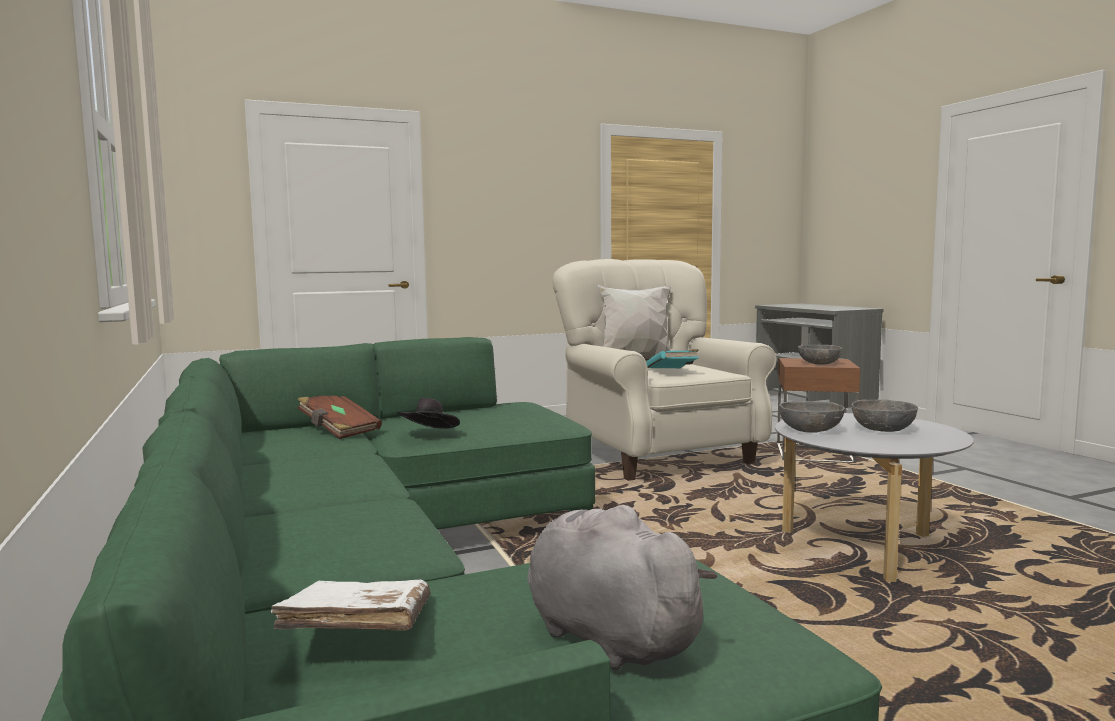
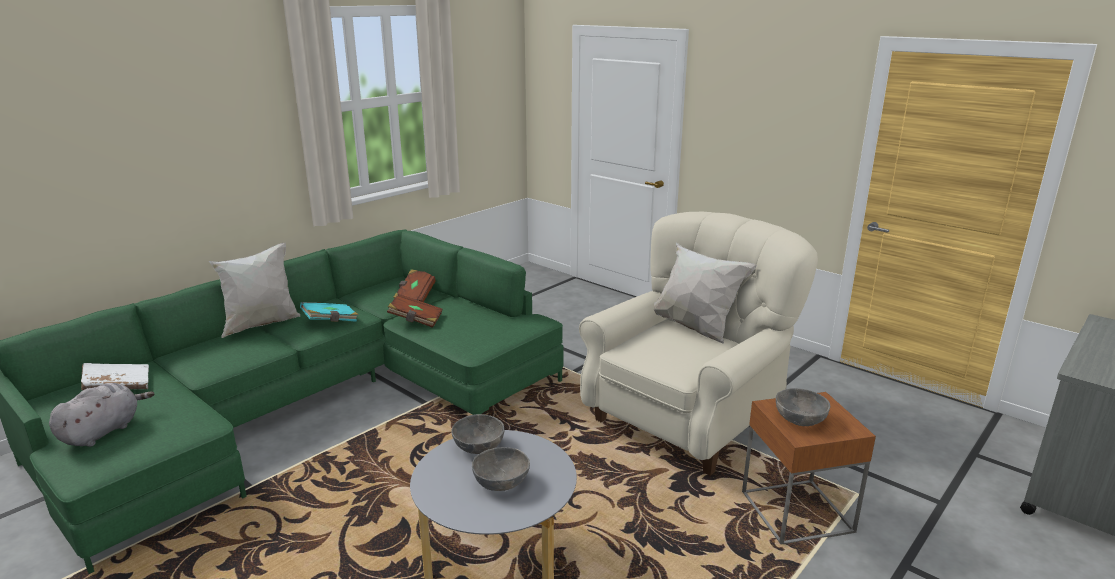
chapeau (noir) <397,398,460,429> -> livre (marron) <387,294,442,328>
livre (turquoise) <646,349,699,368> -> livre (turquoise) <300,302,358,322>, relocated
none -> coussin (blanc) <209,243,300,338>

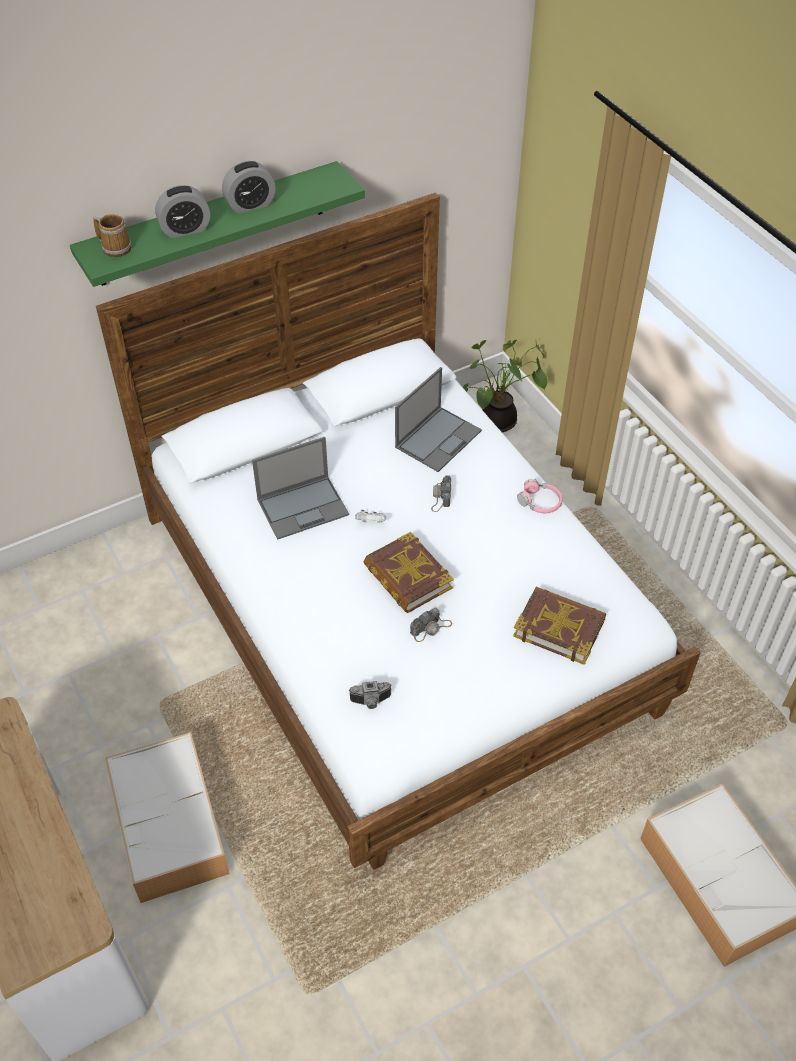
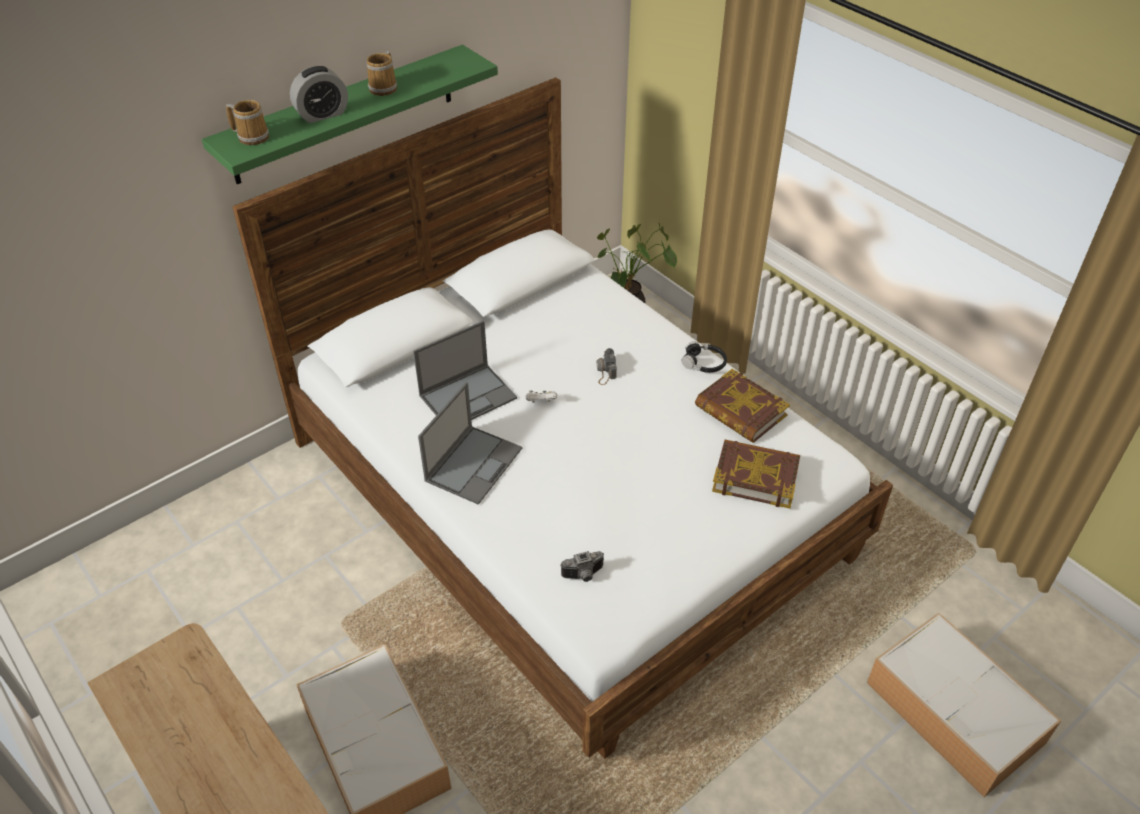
réveil <222,161,276,214> -> mug <366,51,397,96>
livre <363,532,454,613> -> livre <695,369,790,443>, relocated
ordinateur portable <395,367,482,472> -> ordinateur portable <418,382,522,505>, relocated
appareil photo <410,608,452,642> -> none
casque audio (rose) <517,479,563,513> -> casque audio (noir) <681,342,727,373>

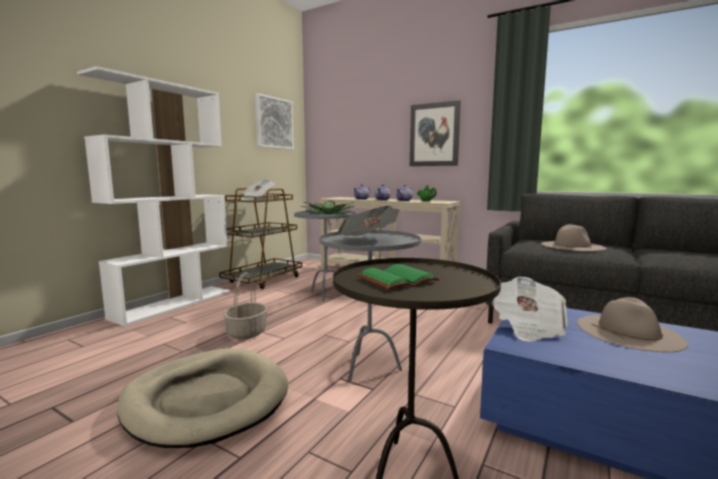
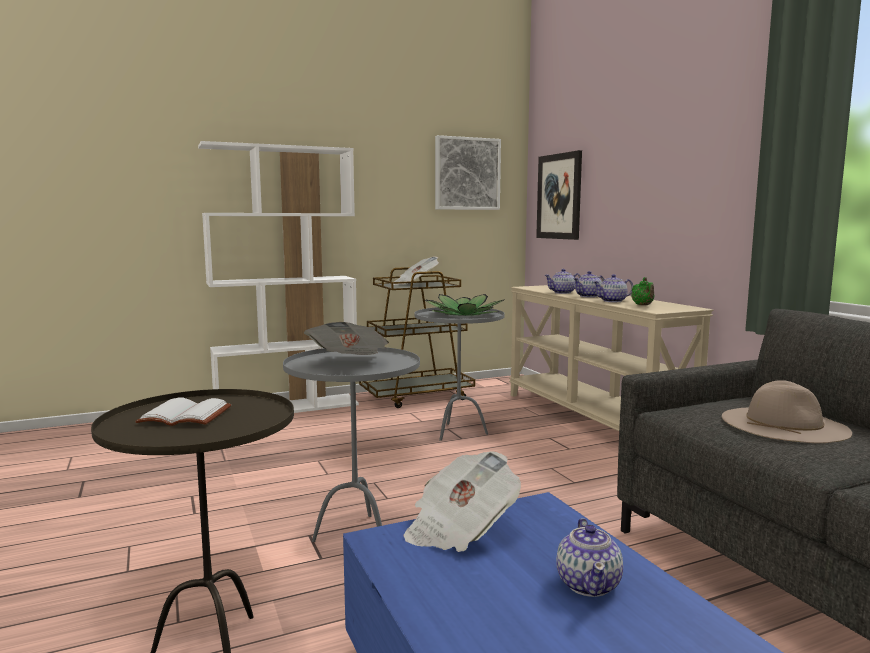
panier pour chien (beige) <117,348,288,448> -> none
panier <223,272,268,339> -> none
livre (vert) <357,264,439,290> -> livre (blanc) <135,398,231,426>
tableau <410,100,461,166> -> tableau <536,150,582,240>, relocated
chapeau (beige) <577,297,688,352> -> théière <556,518,623,597>

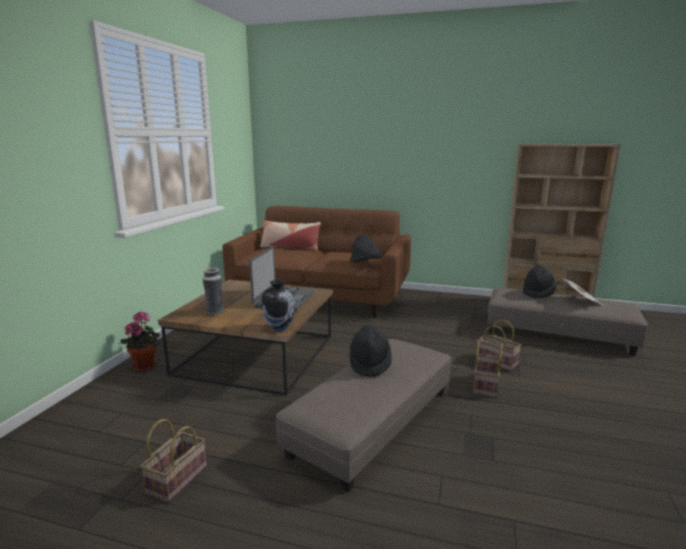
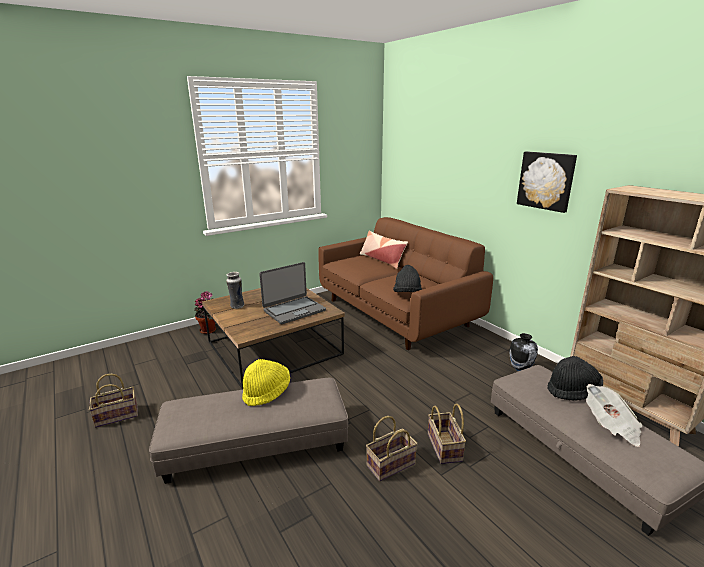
vase <262,280,296,331> -> vase <509,333,538,371>, relocated
chapeau (noir) <350,325,392,377> -> chapeau (jaune) <242,359,290,406>
none -> tableau <517,151,577,213>

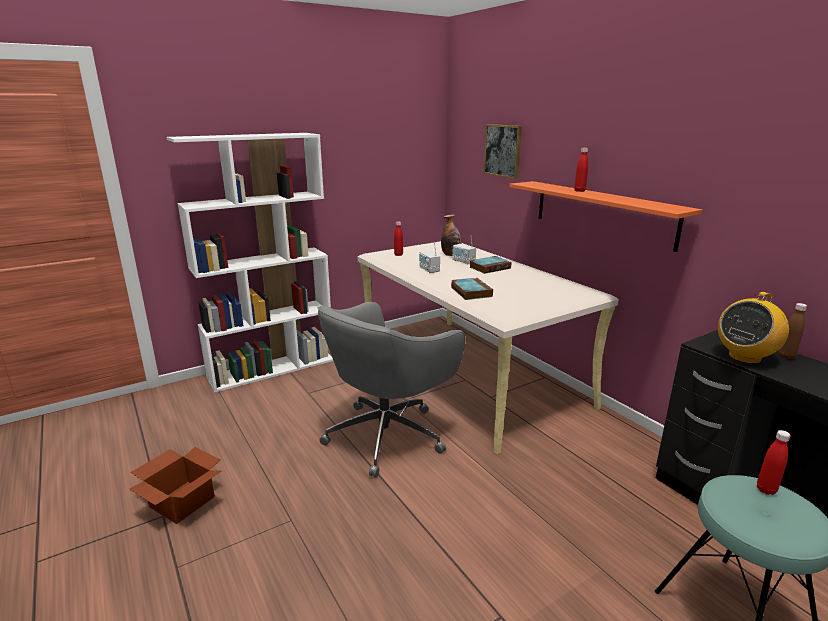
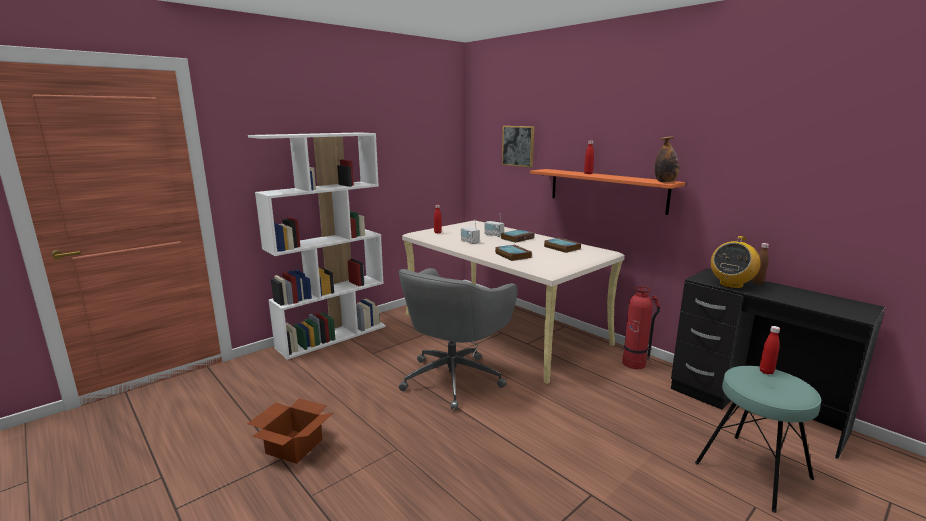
bouteille <441,214,462,256> -> bouteille <655,136,679,183>, relocated
none -> livre <544,238,581,253>
none -> extincteur <622,286,660,369>

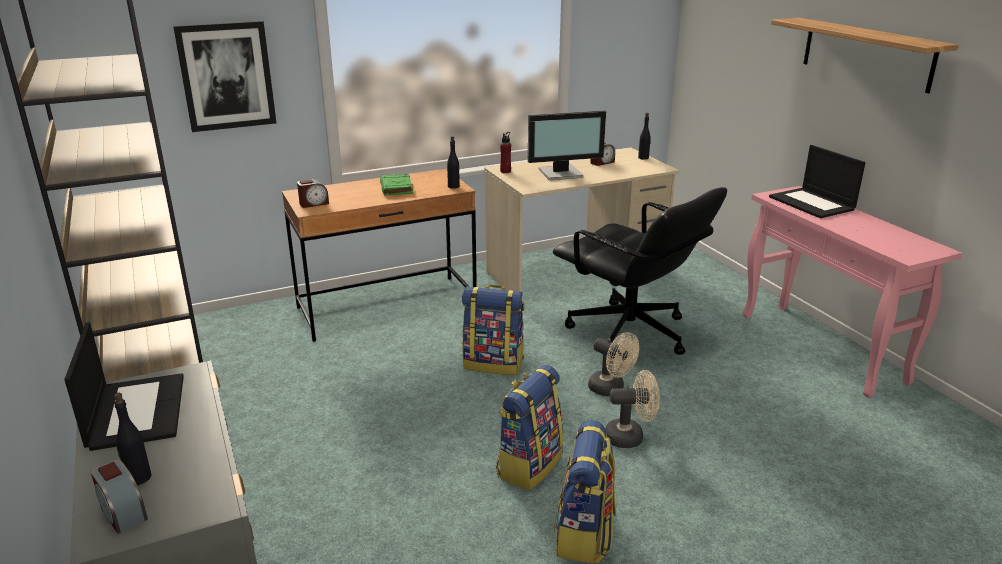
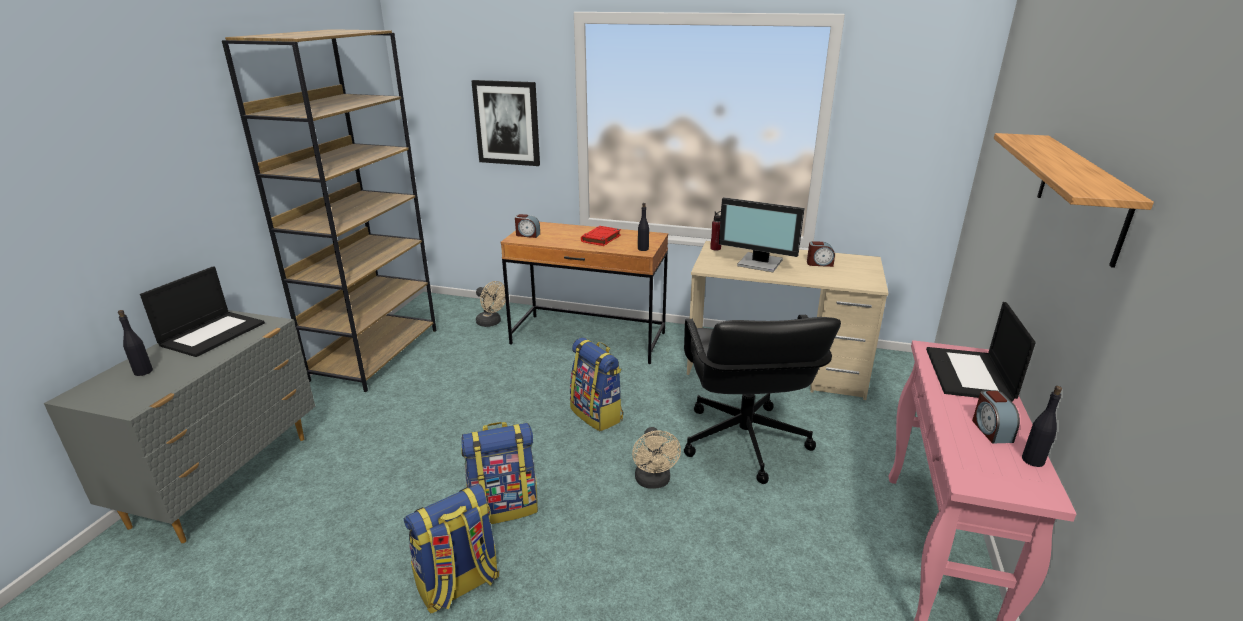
réveil <91,460,148,534> -> réveil <972,390,1020,443>, relocated
livre (vert) <380,174,413,195> -> livre (rouge) <581,226,621,246>
ventilateur (beige) <605,370,660,448> -> ventilateur (beige) <476,281,506,327>, relocated
bouteille (noir) <638,113,651,160> -> bouteille (noir) <1022,386,1062,467>, relocated

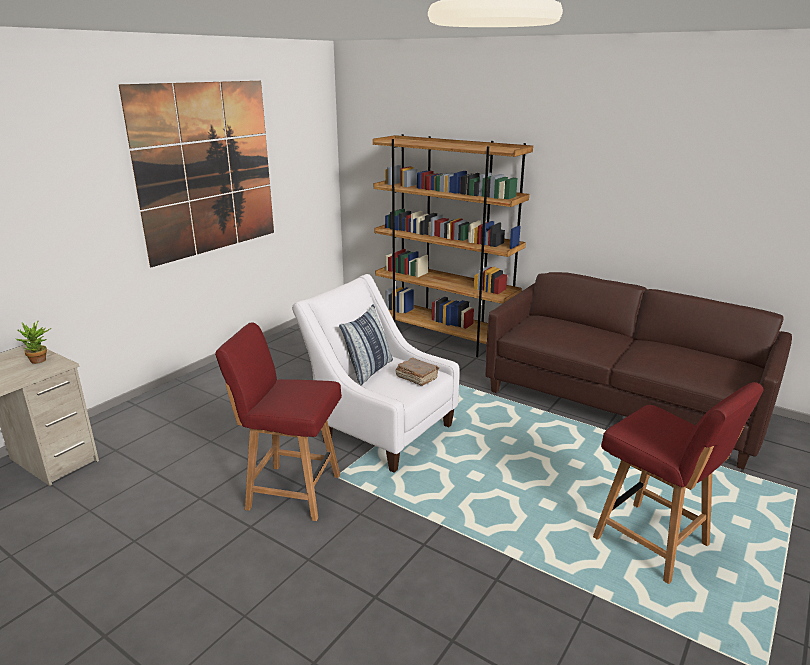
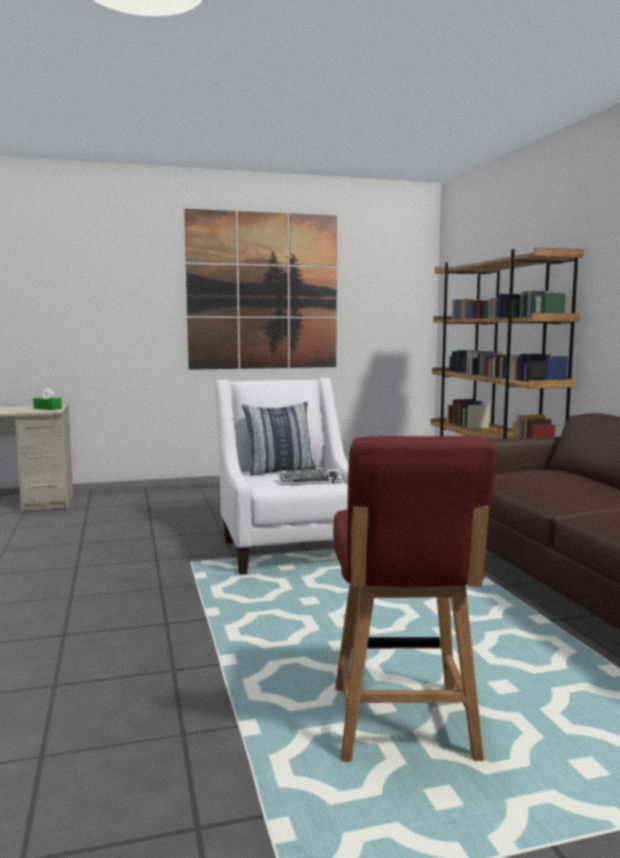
plante en pot <16,320,52,364> -> boîte à mouchoirs (vert) <33,388,62,410>
chaise (rouge) <215,322,342,521> -> none
livre (marron) <396,358,439,386> -> clavier <278,469,342,485>

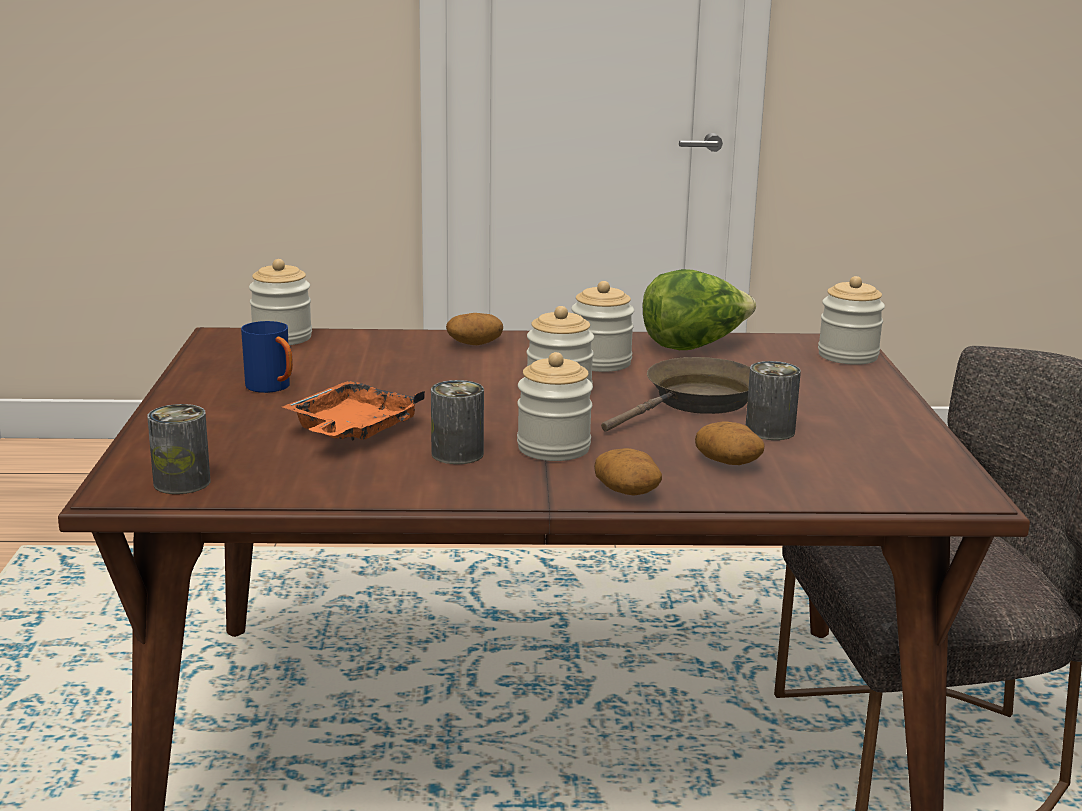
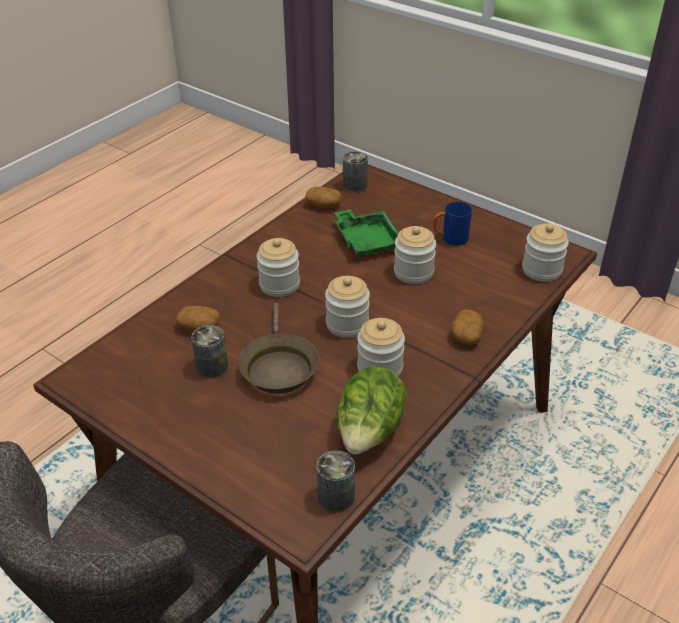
plateau (orange) <283,380,425,441> -> plateau (vert) <334,209,399,257>
boîte métallique <431,380,484,464> -> boîte métallique <317,451,355,513>, relocated
pomme de terre <594,448,662,496> -> pomme de terre <305,187,342,208>, relocated
bocal <818,276,885,365> -> bocal <394,226,436,284>, relocated

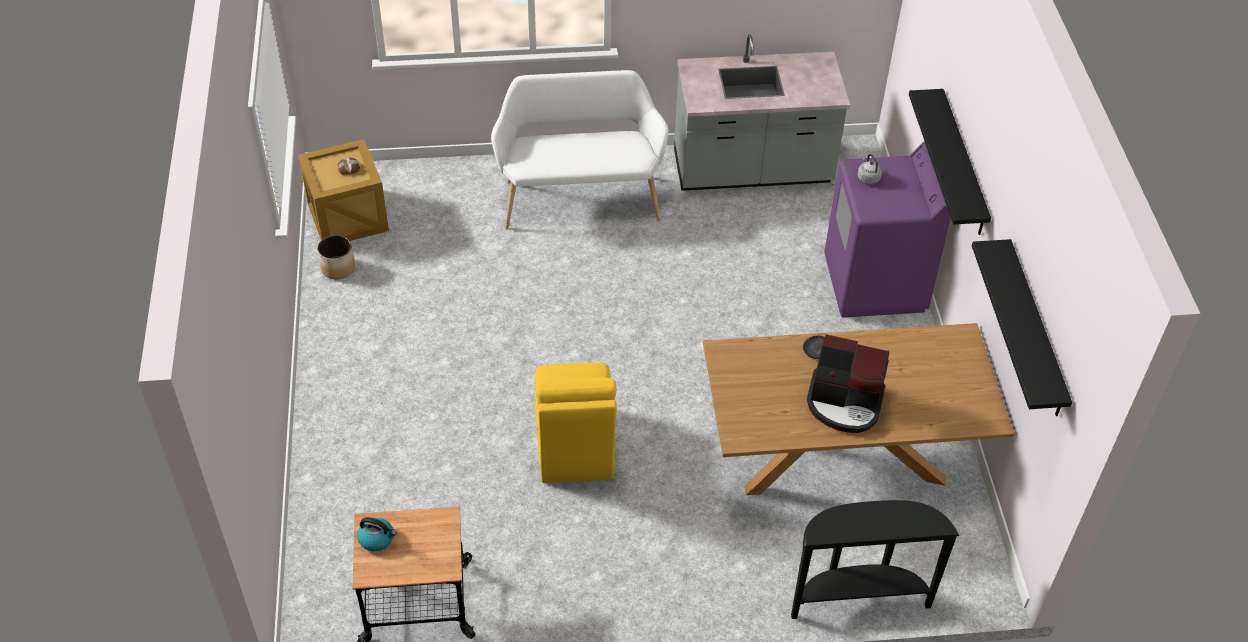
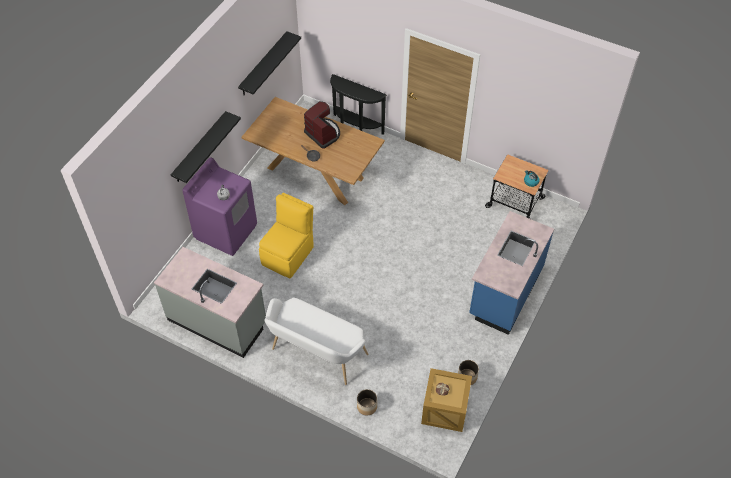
chaise (jaune) <535,362,617,483> -> chaise (jaune) <259,193,313,278>, relocated
none -> cache-pot <357,389,377,415>
none -> comptoir de cuisine (bleu) <469,211,554,335>

